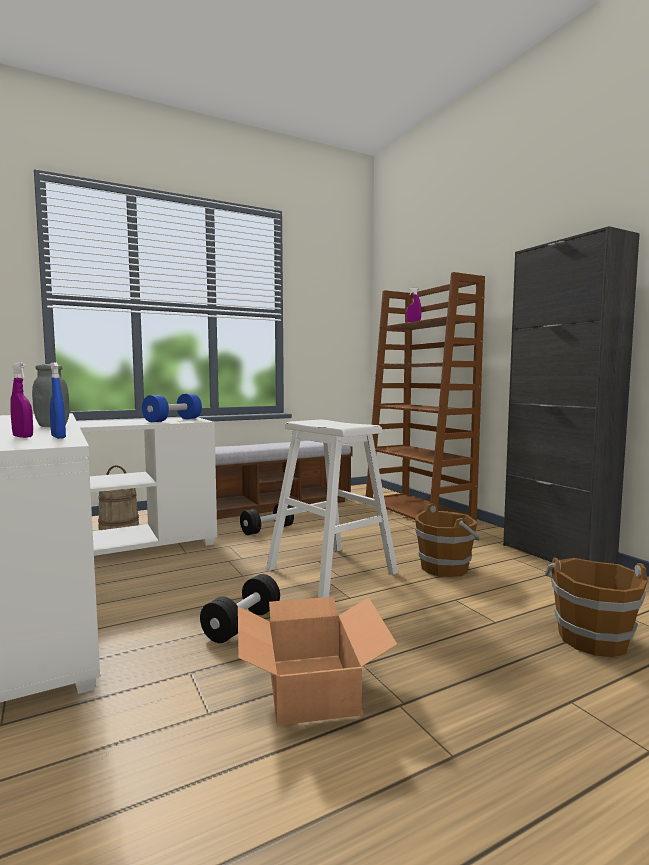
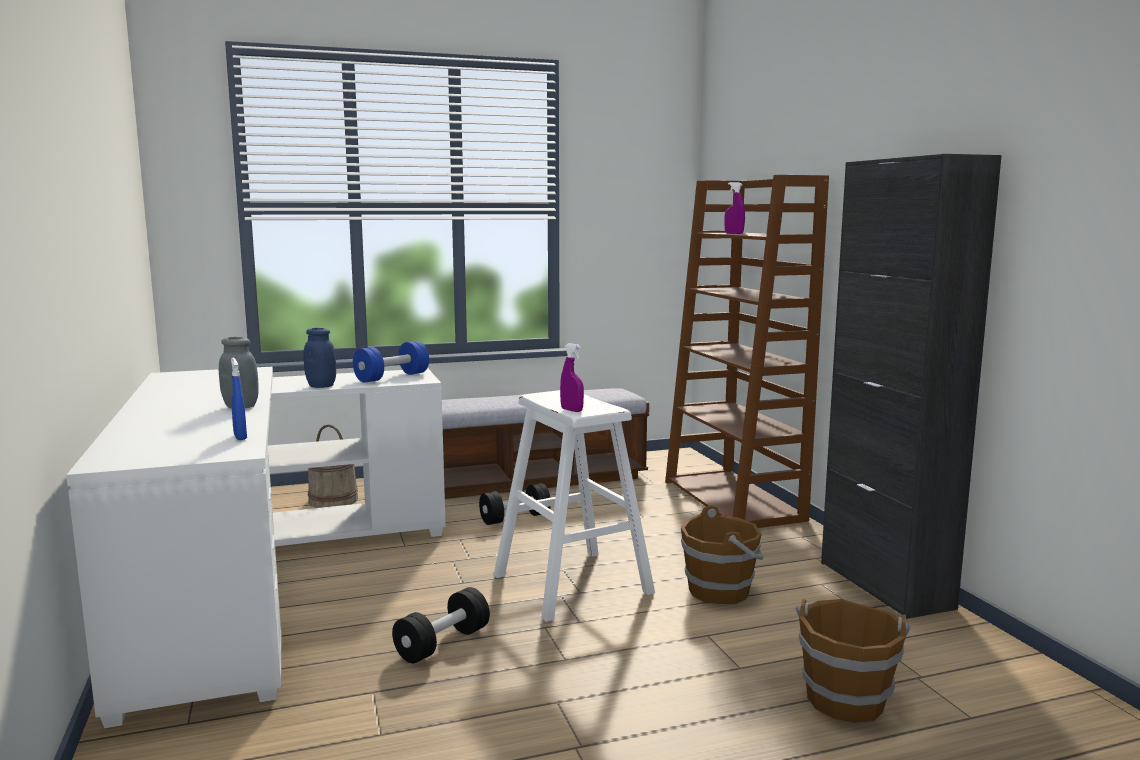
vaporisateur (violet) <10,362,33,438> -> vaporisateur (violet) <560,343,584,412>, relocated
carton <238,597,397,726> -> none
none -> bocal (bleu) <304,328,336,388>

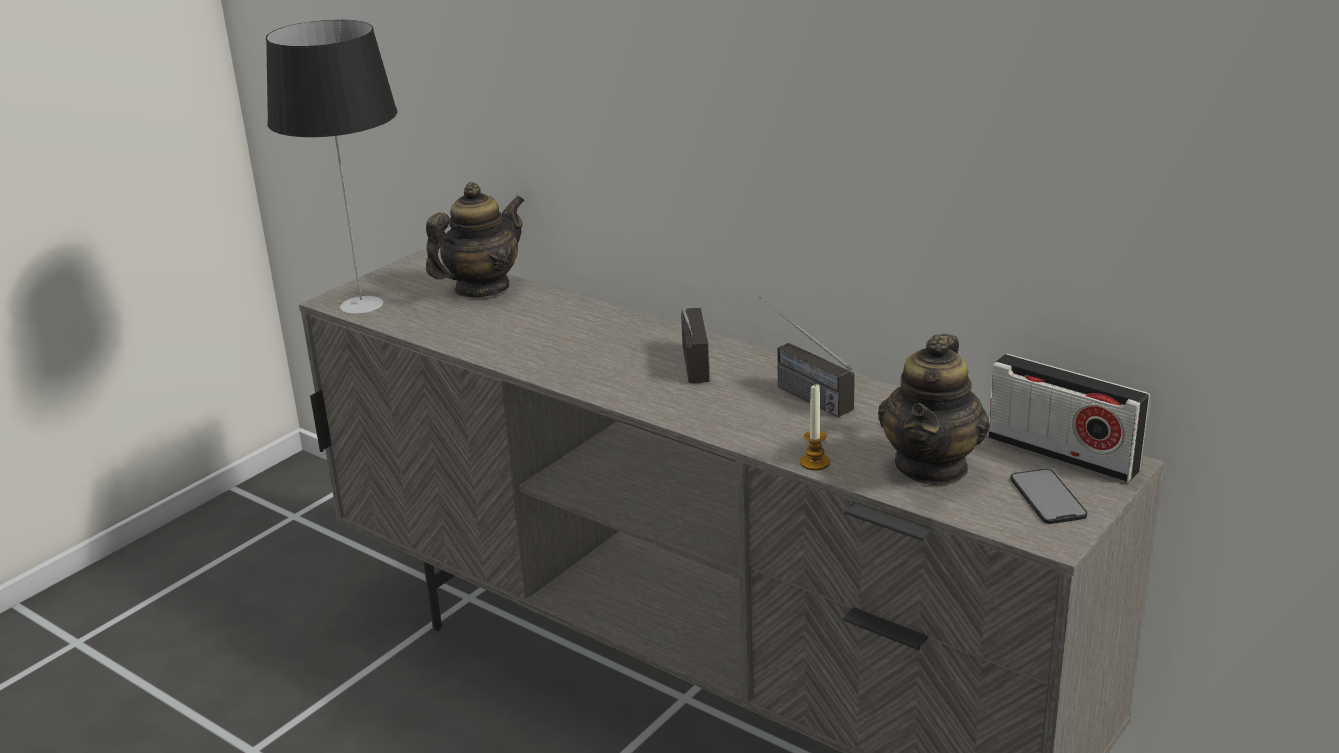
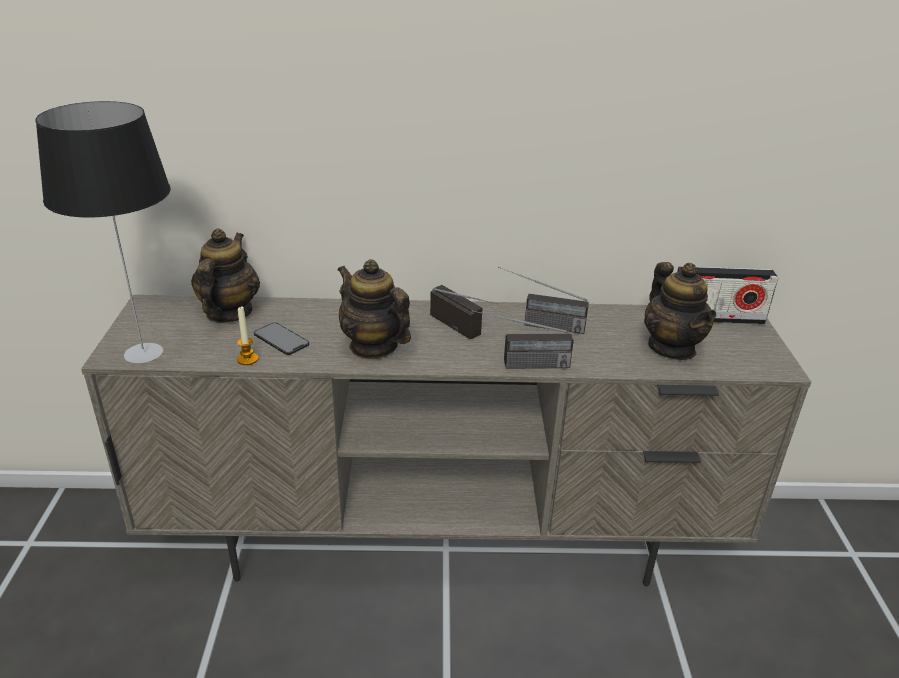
bougie <800,384,830,471> -> bougie <237,306,258,365>, relocated
téléphone <1010,469,1087,524> -> téléphone <254,323,309,355>, relocated
none -> théière <337,259,411,359>
none -> radio <471,310,574,369>

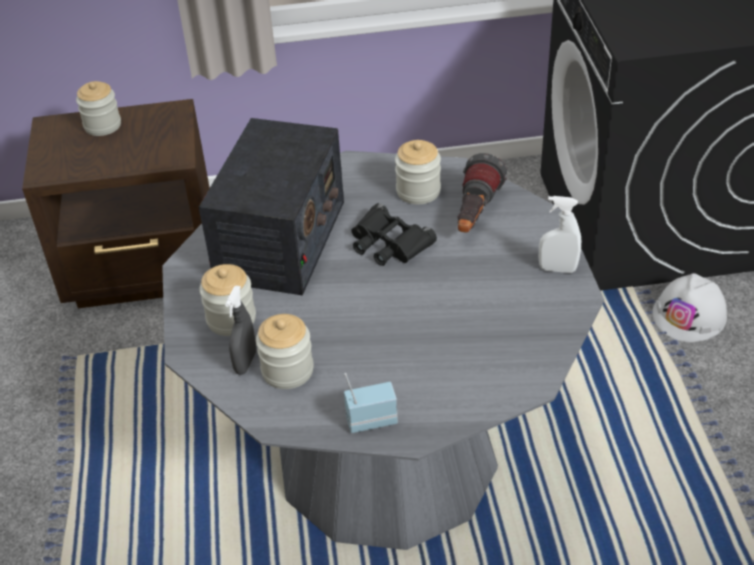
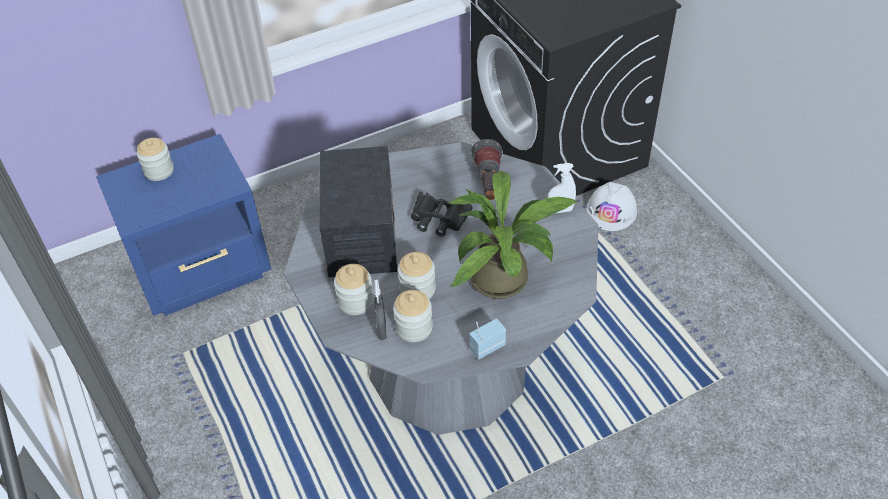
table de chevet (marron) <22,99,210,308> -> table de chevet (bleu) <96,134,271,316>
bocal <395,140,441,204> -> bocal <398,252,436,299>, relocated
none -> plante en pot <447,171,579,299>

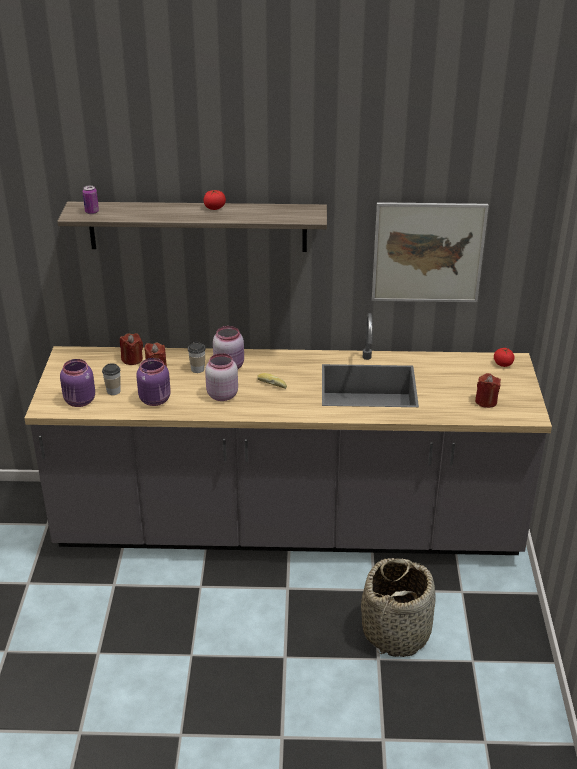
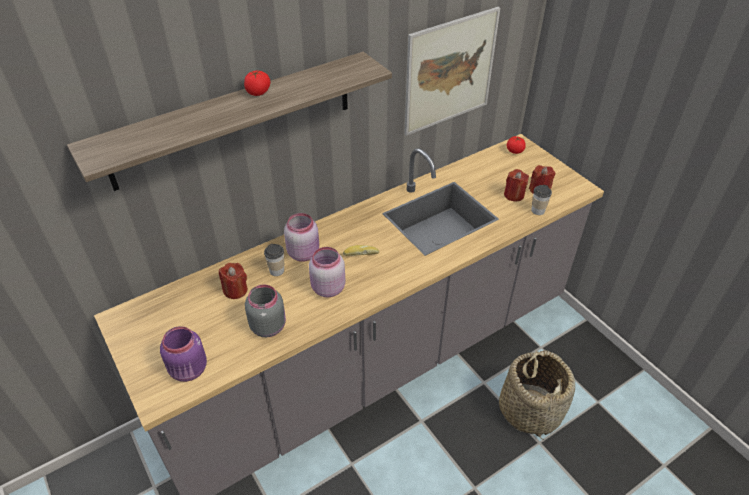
boîte métallique <83,185,99,214> -> none
tasse <102,363,121,395> -> tasse <531,185,552,215>, relocated
bougie (rouge) <120,333,143,365> -> bougie (rouge) <504,169,529,202>, relocated
bocal (violet) <136,358,171,406> -> bocal (gris) <245,285,286,337>

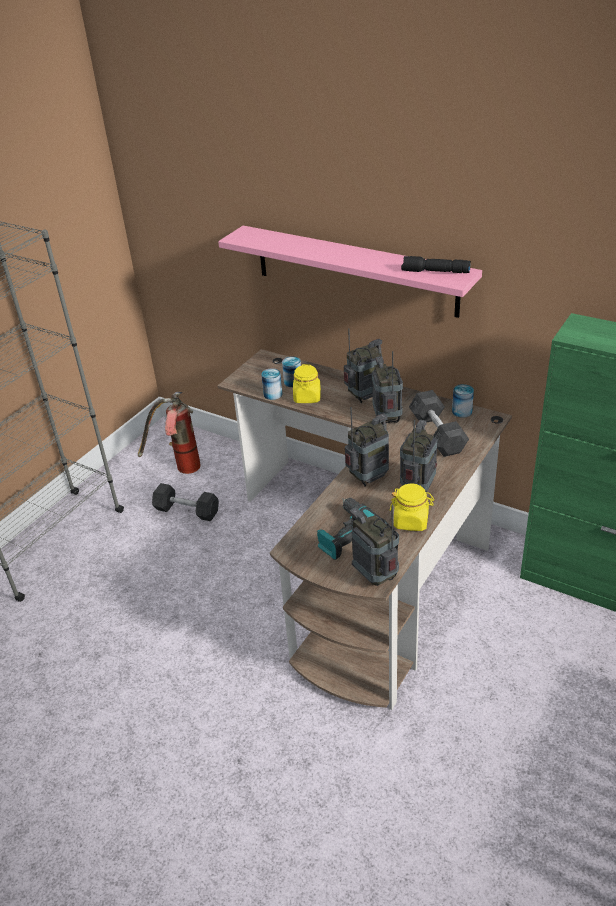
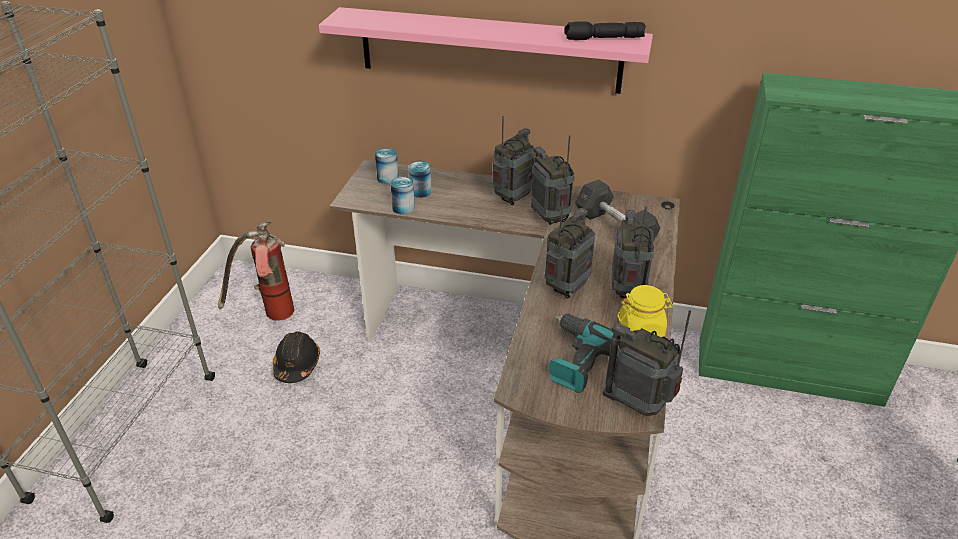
haltère (gris) <152,483,219,521> -> casque de chantier (noir) <273,331,320,383>
bocal (jaune) <293,364,321,403> -> none
boîte métallique <452,384,474,418> -> boîte métallique <375,148,399,184>, relocated

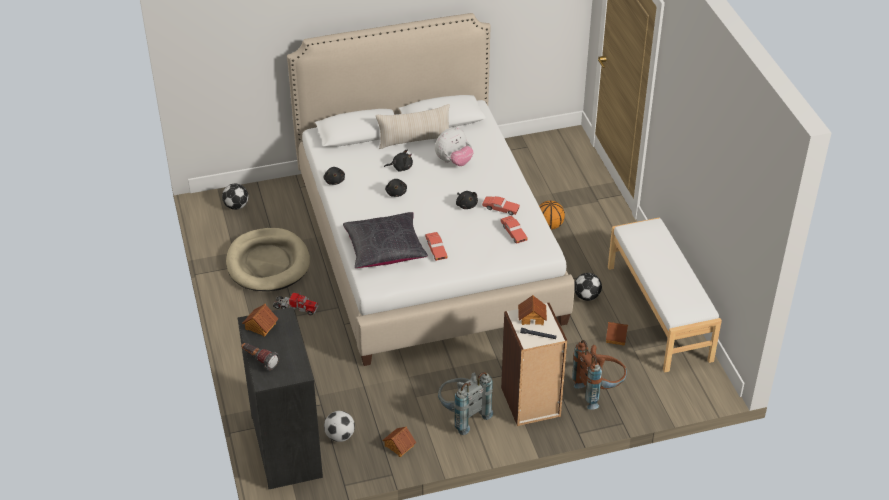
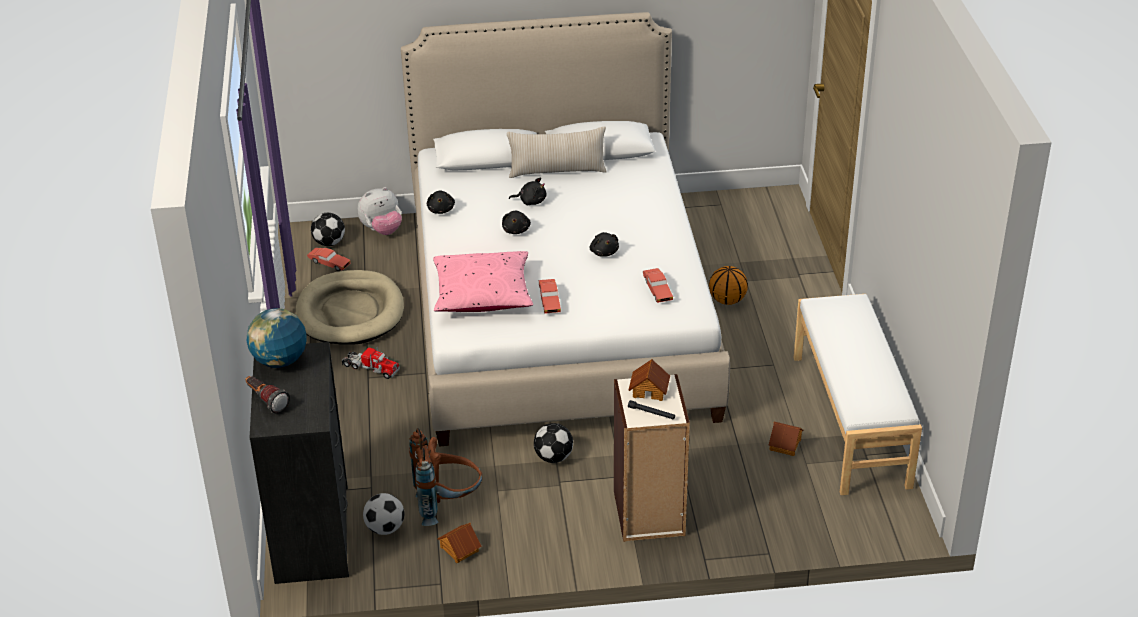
maison miniature <242,304,278,337> -> globe <246,308,307,368>
coussin (noir) <343,212,428,268> -> coussin (rose) <433,251,533,312>
peluche <435,127,473,166> -> peluche <357,187,402,235>, relocated
sac à dos (gris) <438,372,493,435> -> none
petite voiture (rouge) <482,196,520,215> -> petite voiture (rouge) <307,248,351,271>, relocated
sac à dos (marron) <572,340,627,410> -> sac à dos (marron) <409,428,483,526>, relocated
ballon de foot <574,273,602,301> -> ballon de foot <534,423,573,463>, relocated

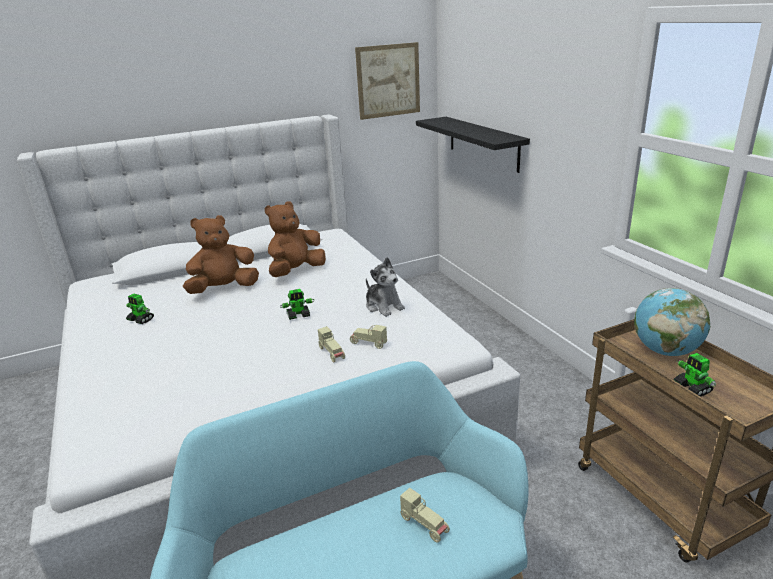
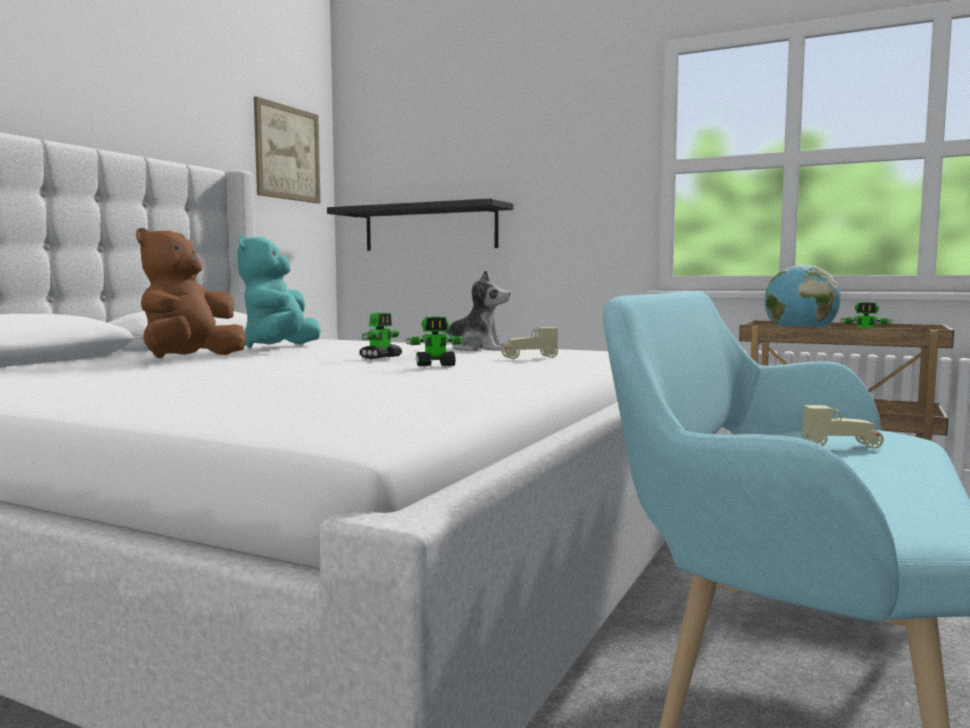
robot jouet <126,294,154,324> -> robot jouet <405,316,467,366>, relocated
peluche (marron) <265,201,326,277> -> peluche (turquoise) <237,234,321,348>
petite voiture (beige) <318,326,345,363> -> none

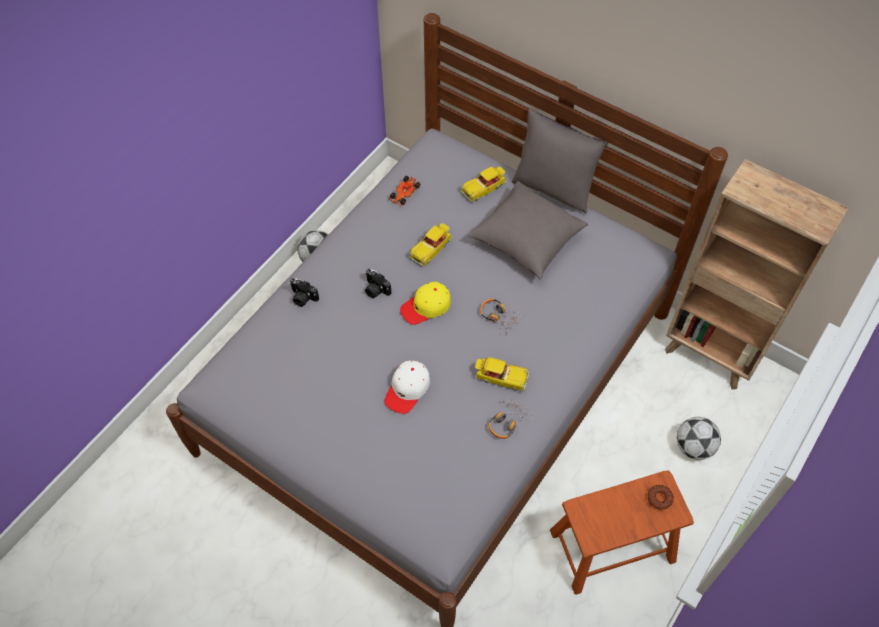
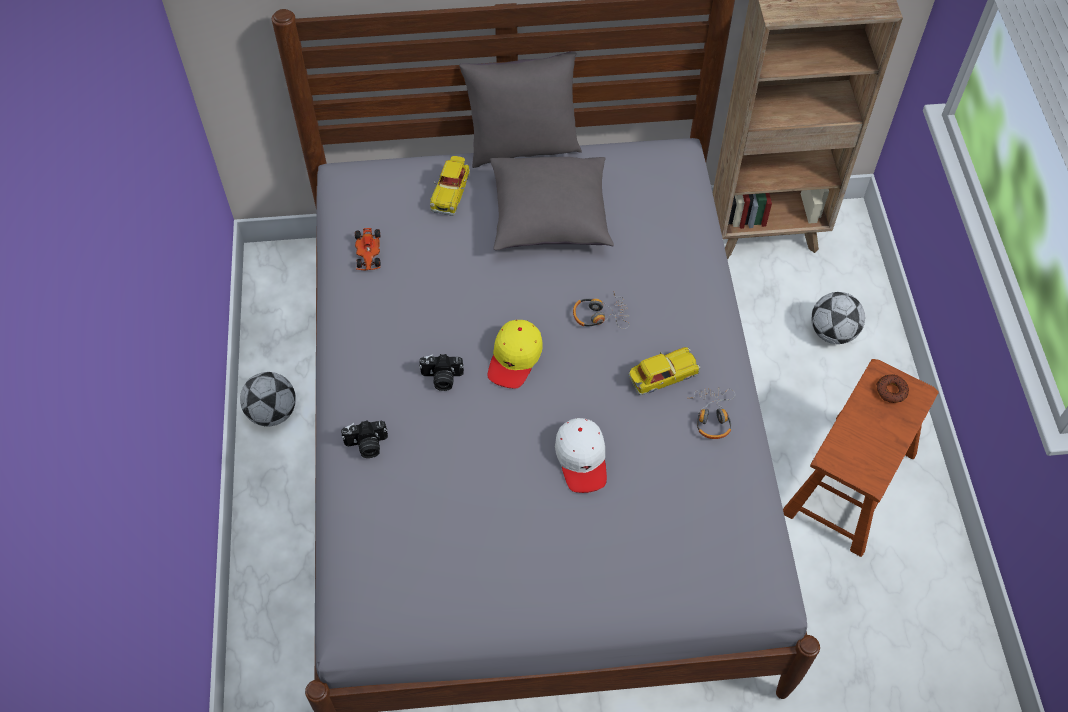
petite voiture <409,223,452,267> -> none

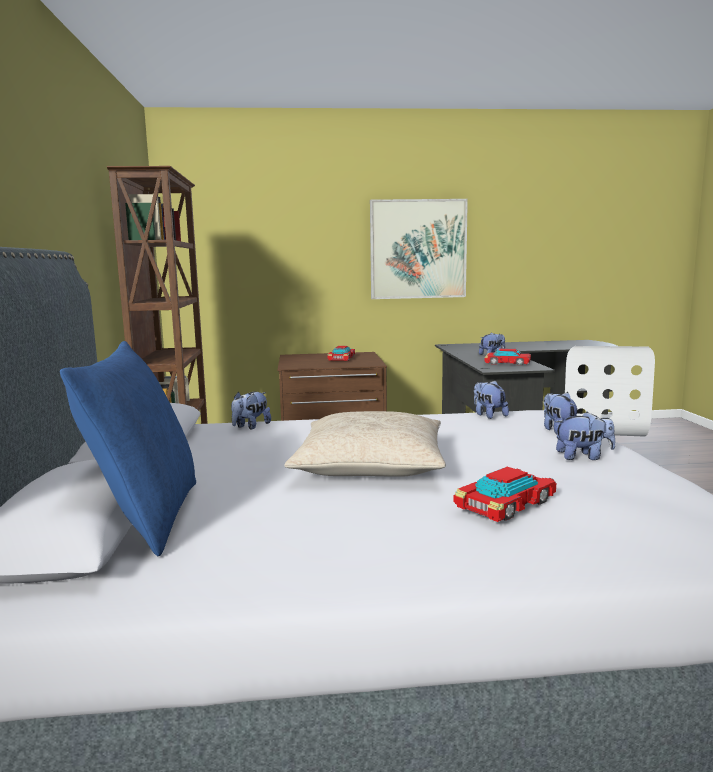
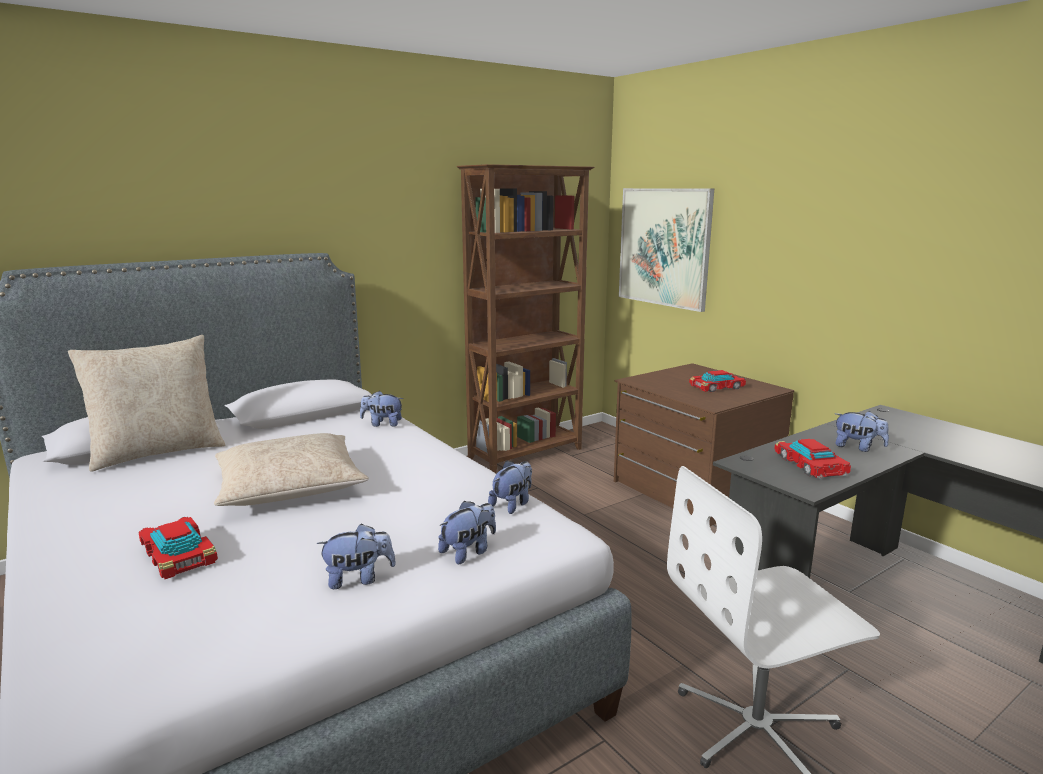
coussin (bleu) <60,341,196,556> -> coussin (beige) <68,335,225,472>
tableau <370,199,468,299> -> tableau <619,188,714,312>, relocated
petite voiture <453,467,556,522> -> petite voiture <139,517,218,579>, 150 degrees counterclockwise
peluche <555,412,615,460> -> peluche <316,523,396,589>, 75 degrees counterclockwise

